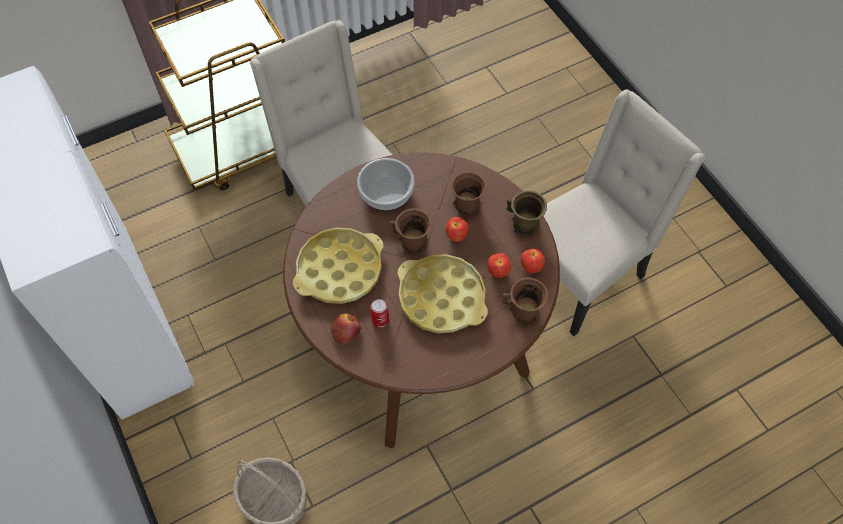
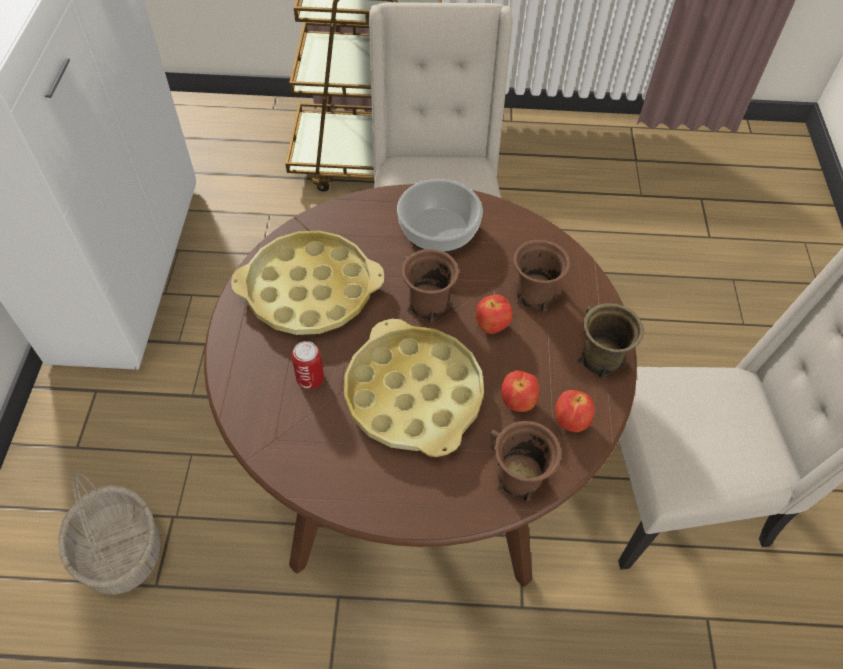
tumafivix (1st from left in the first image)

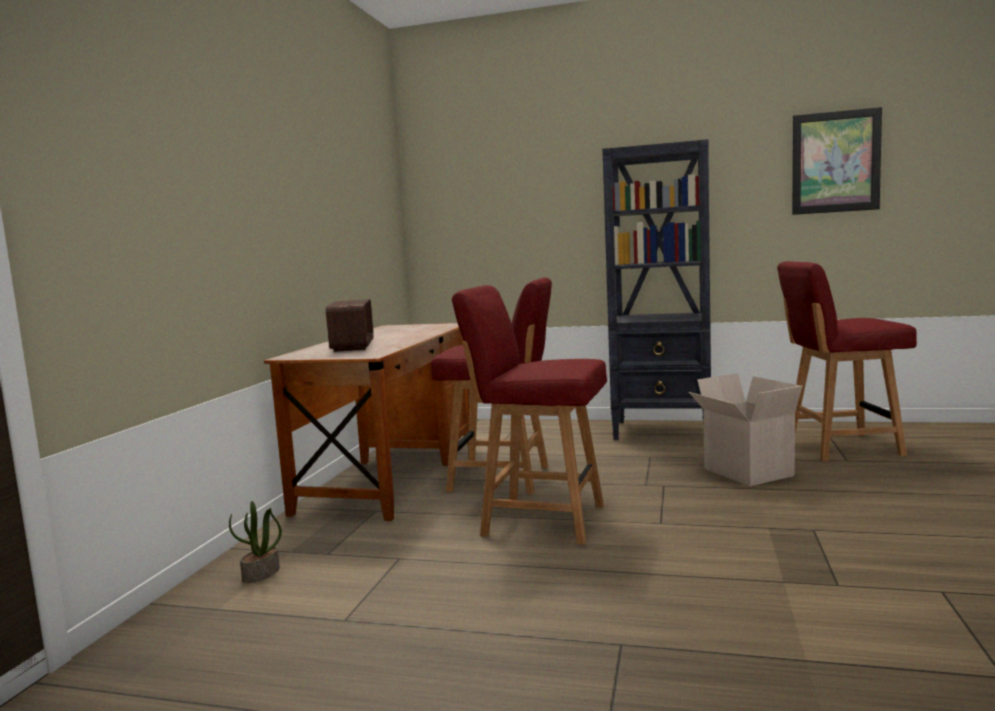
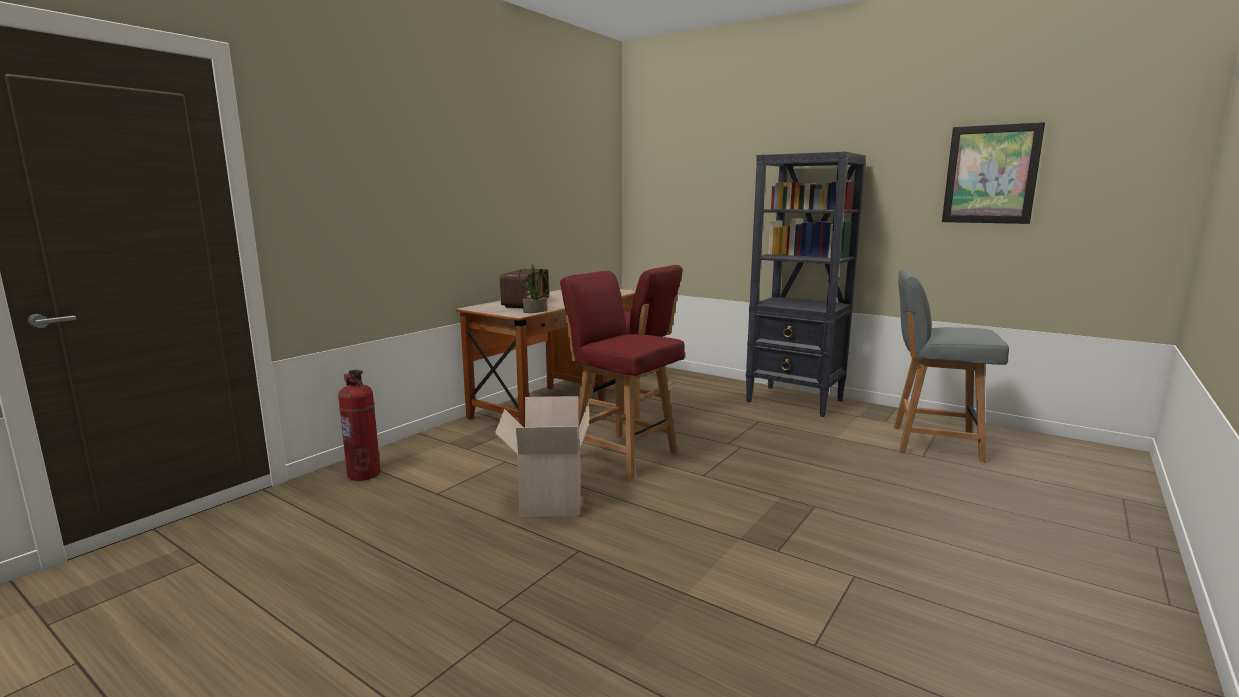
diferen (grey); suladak; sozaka; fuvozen

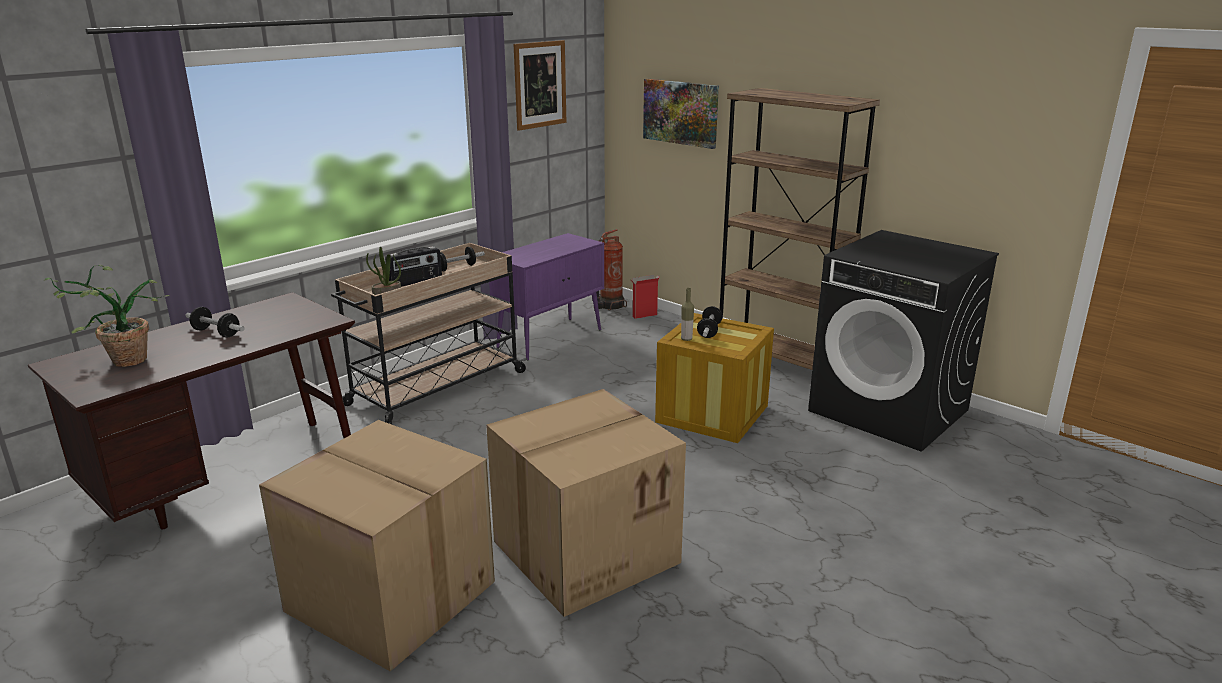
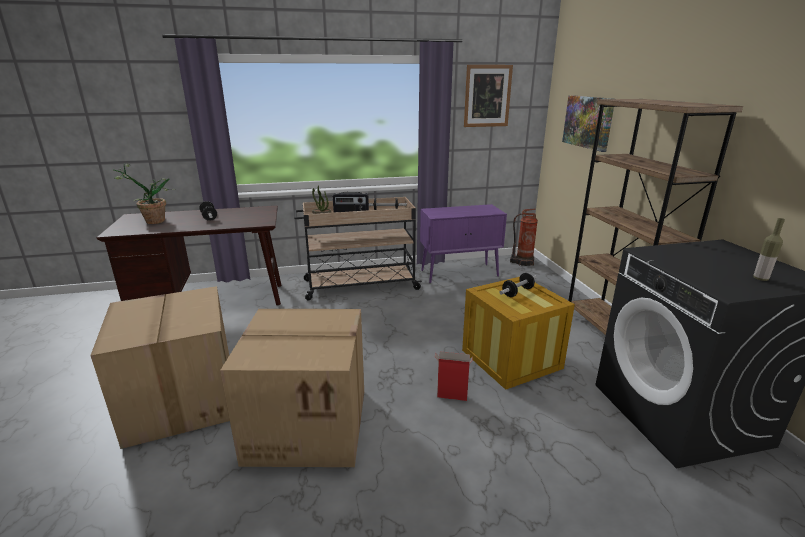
suladak (3rd from left); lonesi

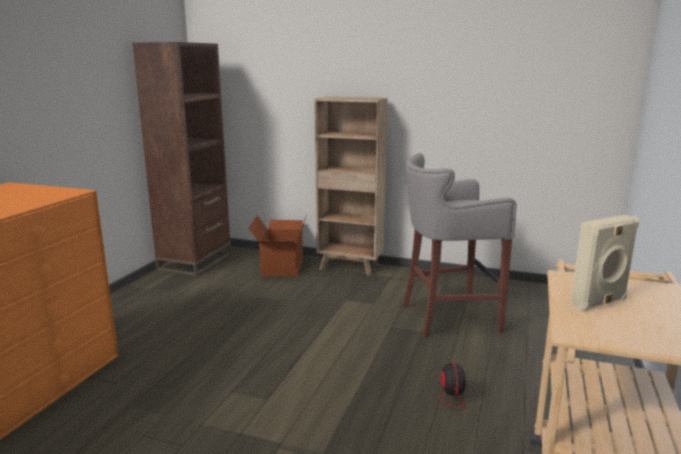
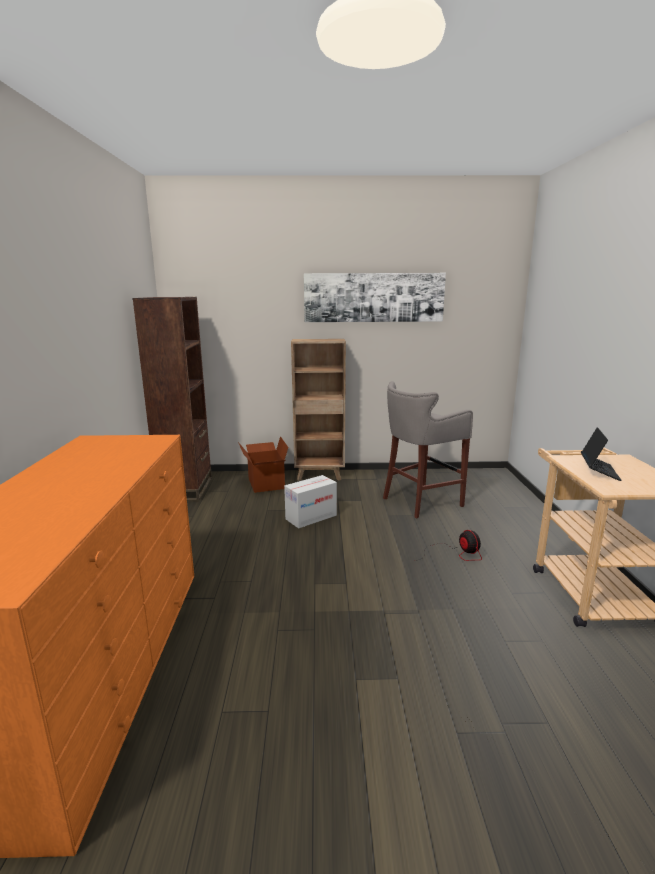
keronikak; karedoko; suladak (2nd from left)

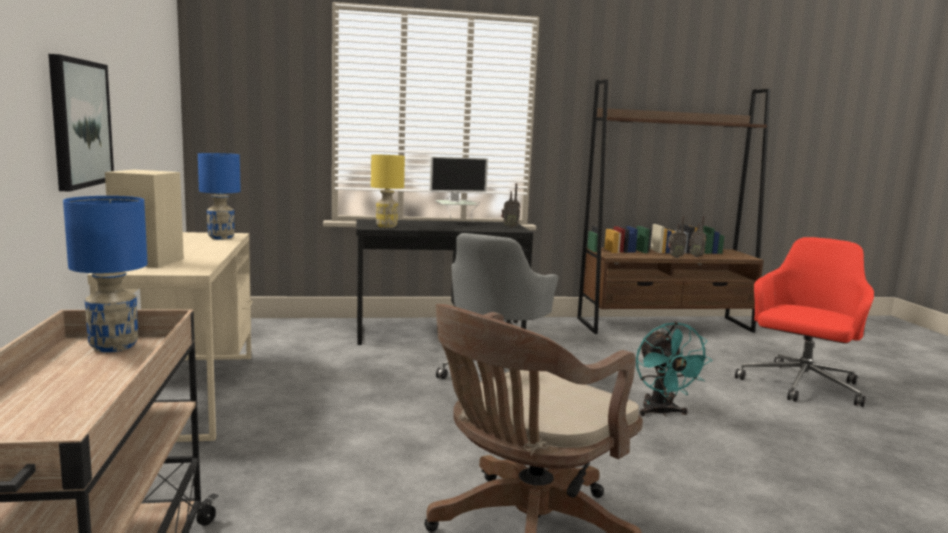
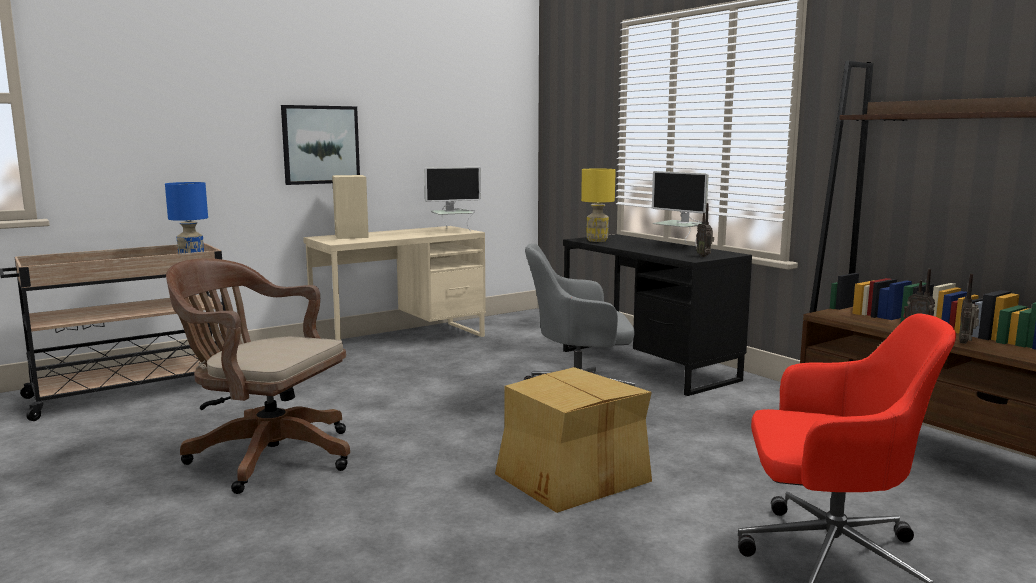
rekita (1st from left); suladak

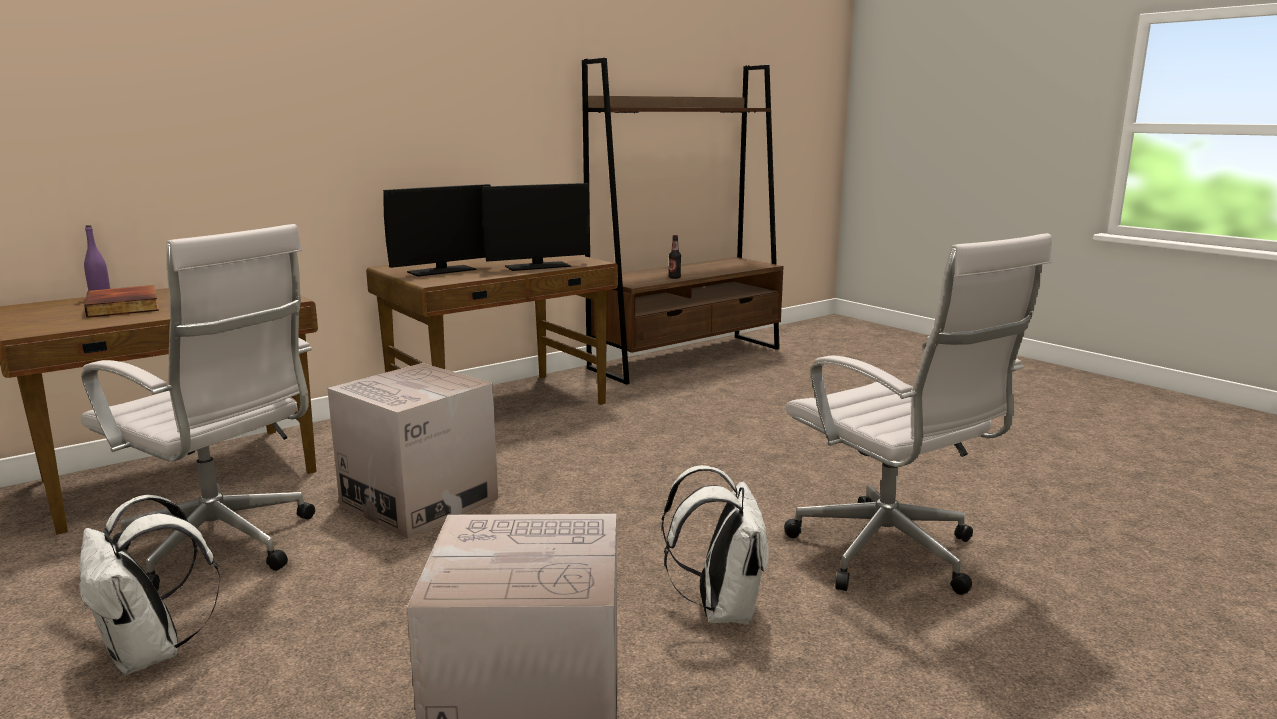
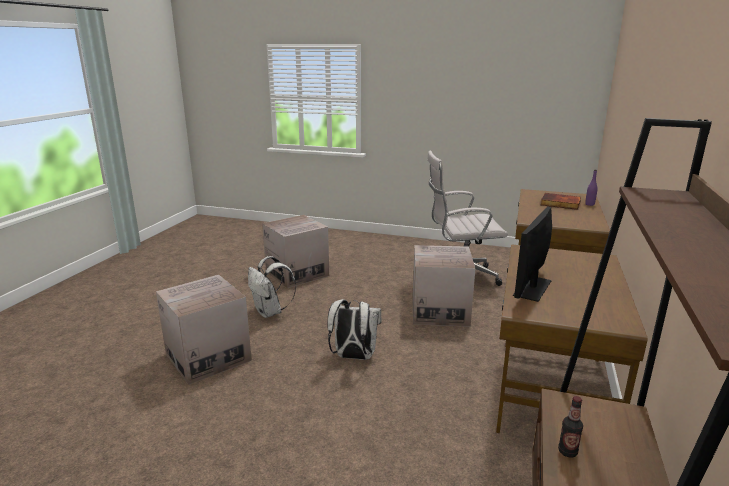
rekita (1st from left in the first image); suladak (1st from left); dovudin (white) (2nd from left)

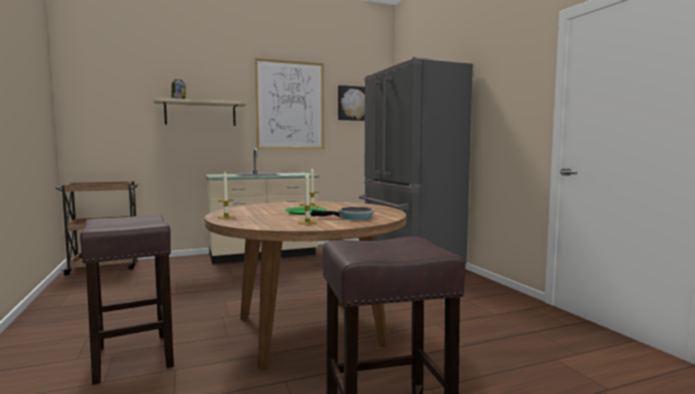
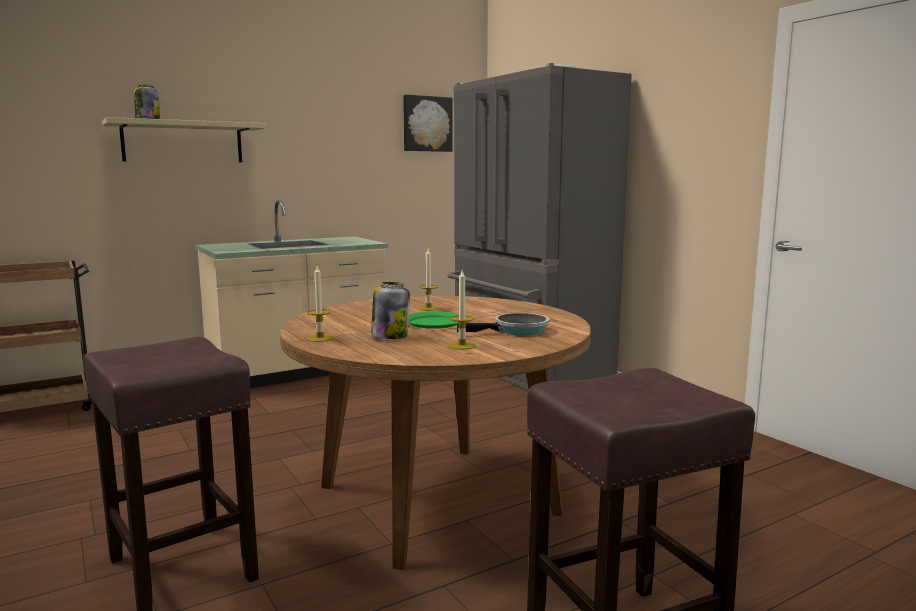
karedoko (1st from left in the first image); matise (2nd from left)

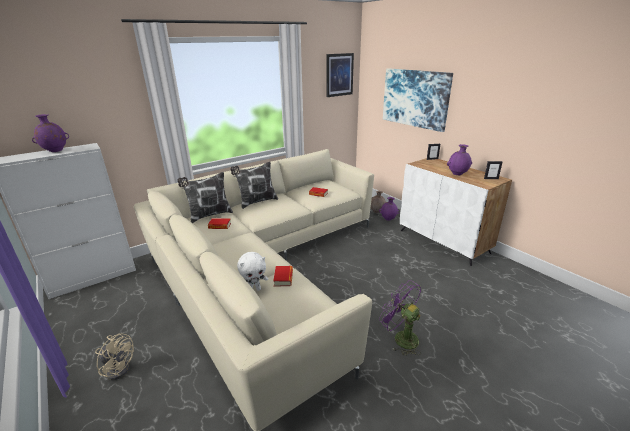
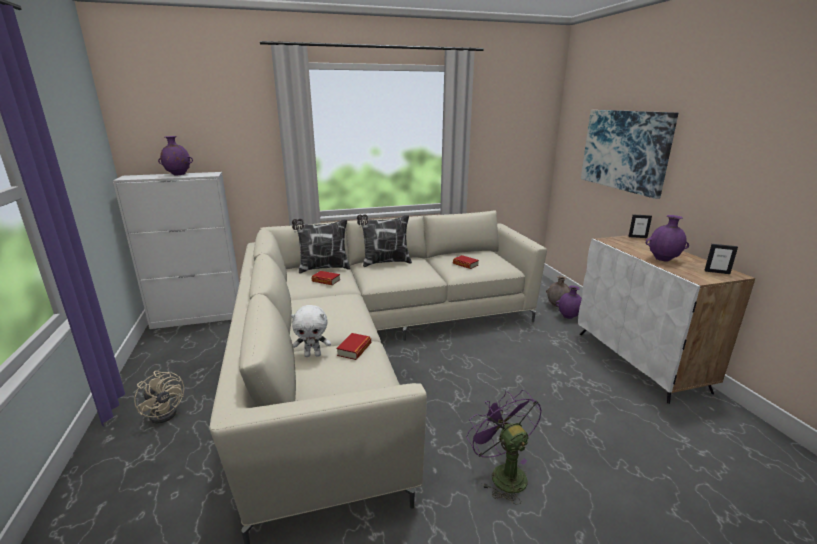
karedoko (1st from left in the first image)

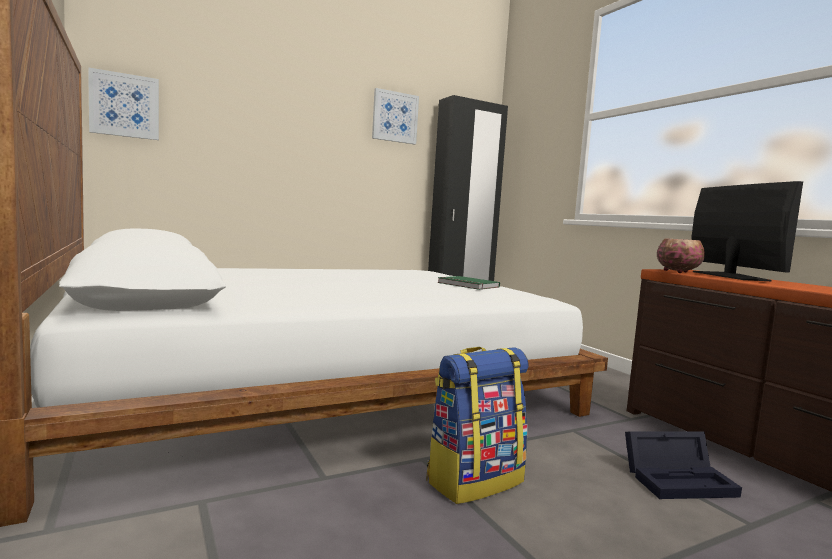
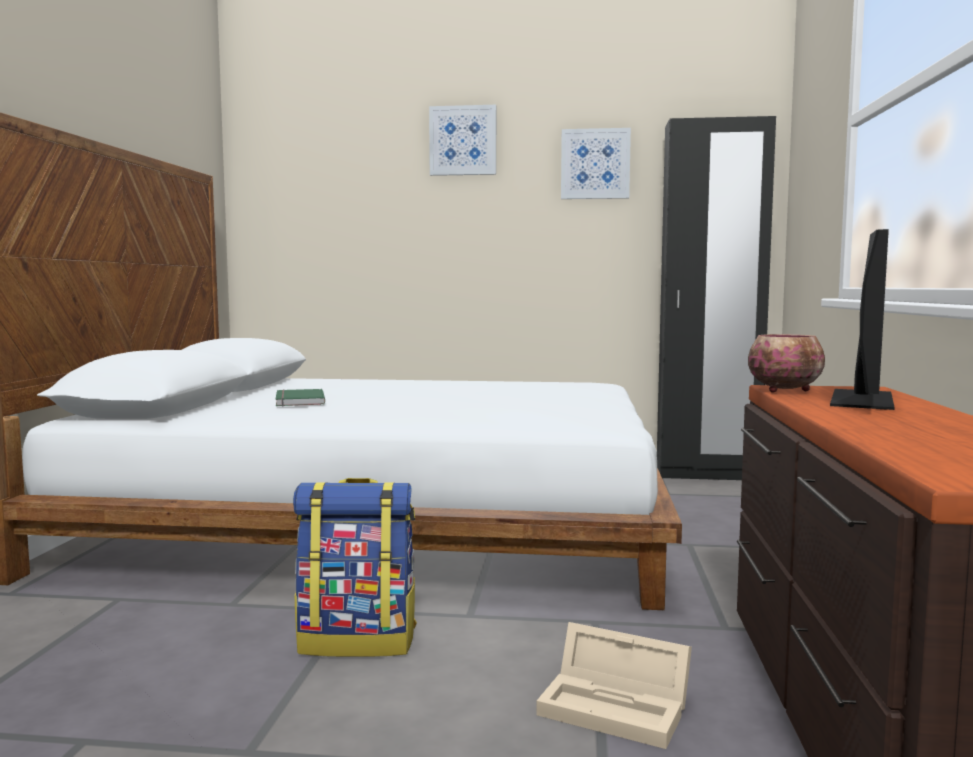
karedoko (1st from left); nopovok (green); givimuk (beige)

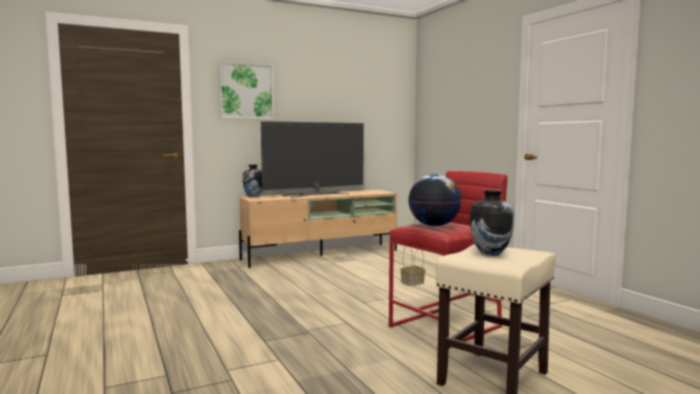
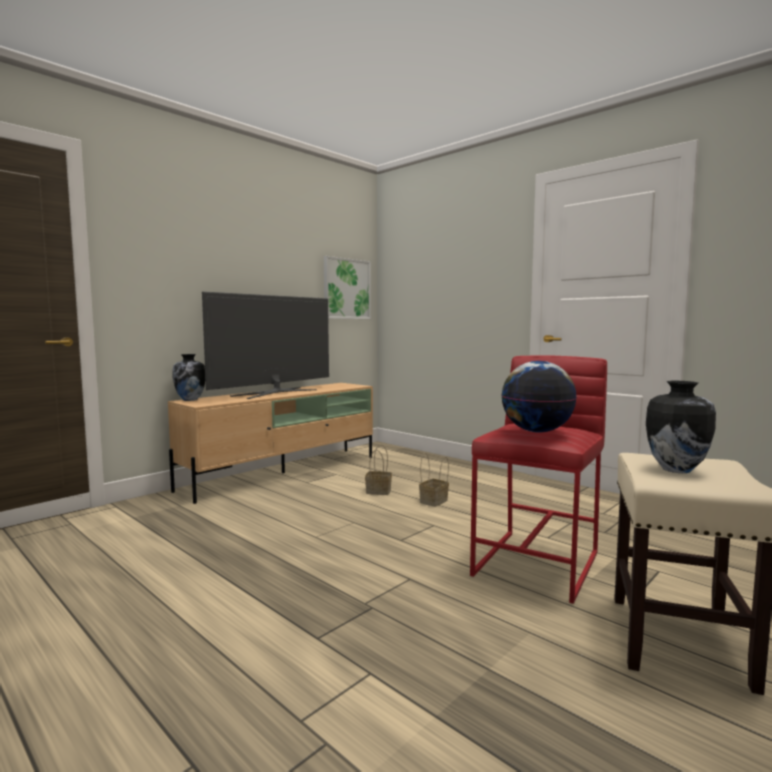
karedoko; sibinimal (1st from left)

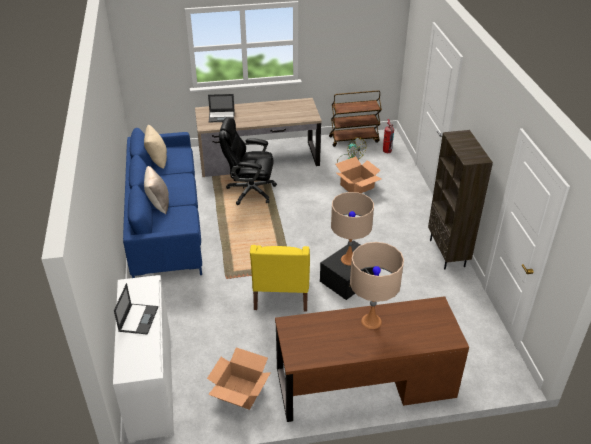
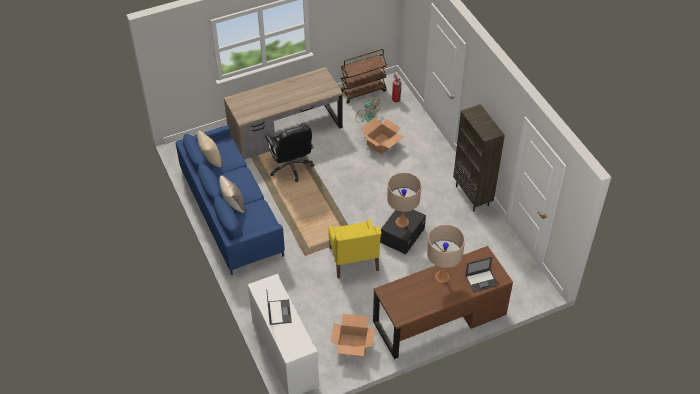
keronikak (2nd from left); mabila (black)

